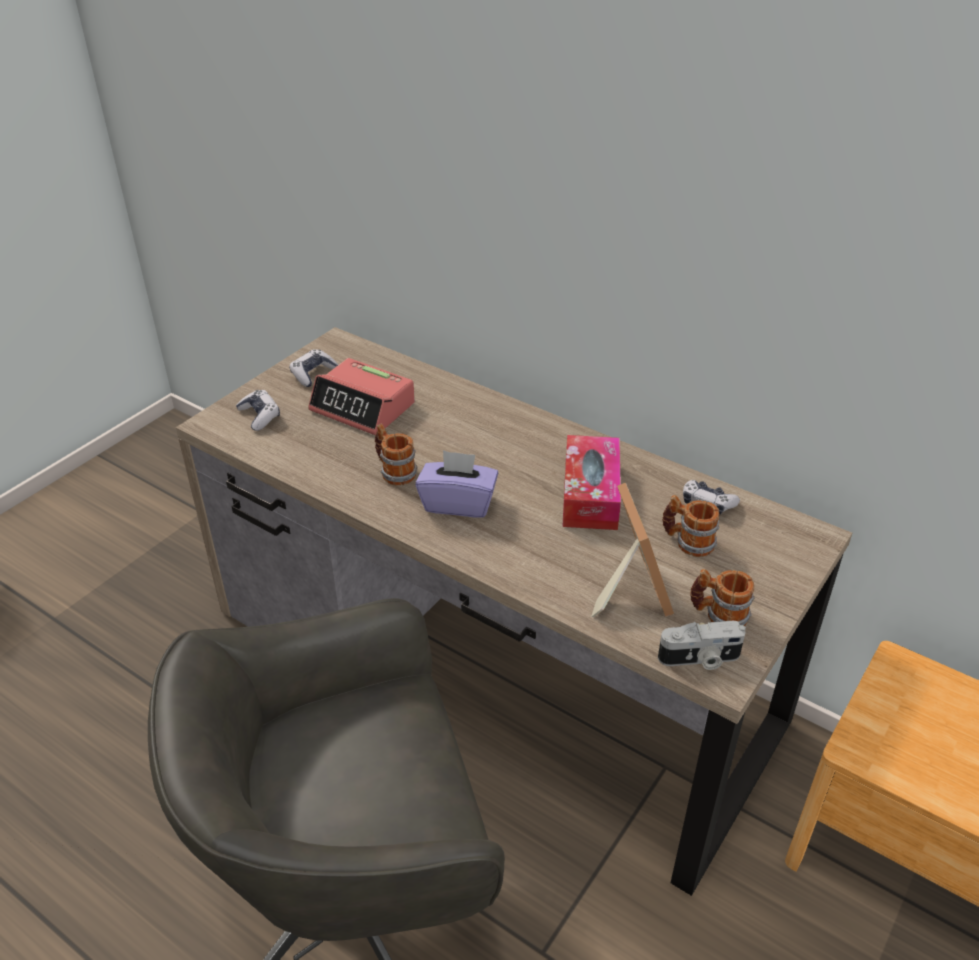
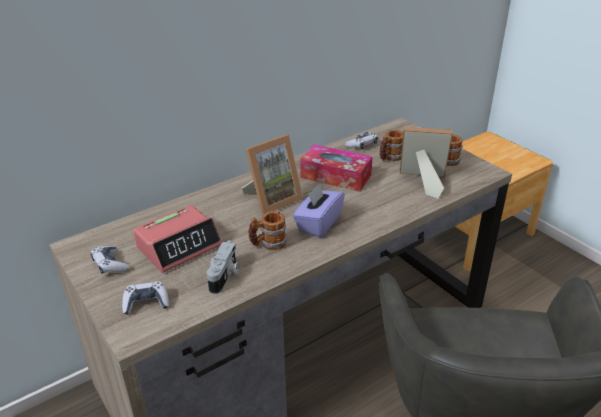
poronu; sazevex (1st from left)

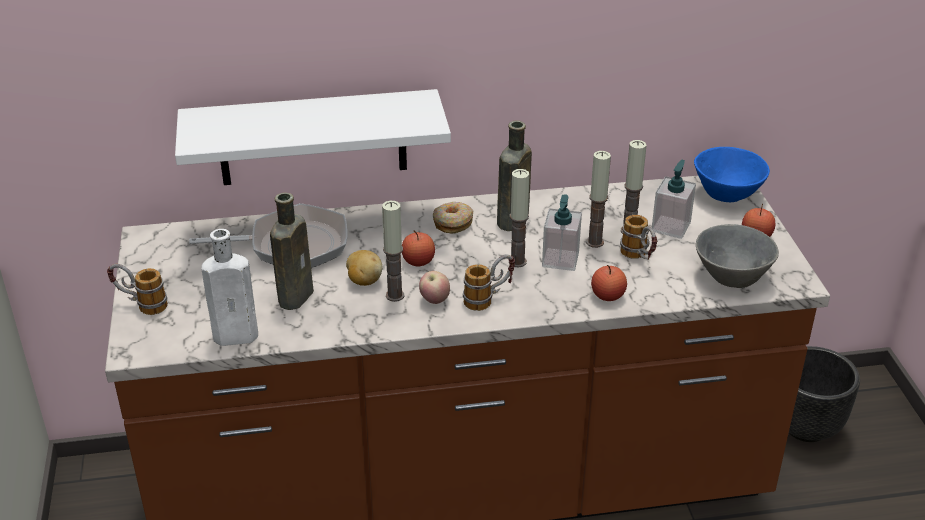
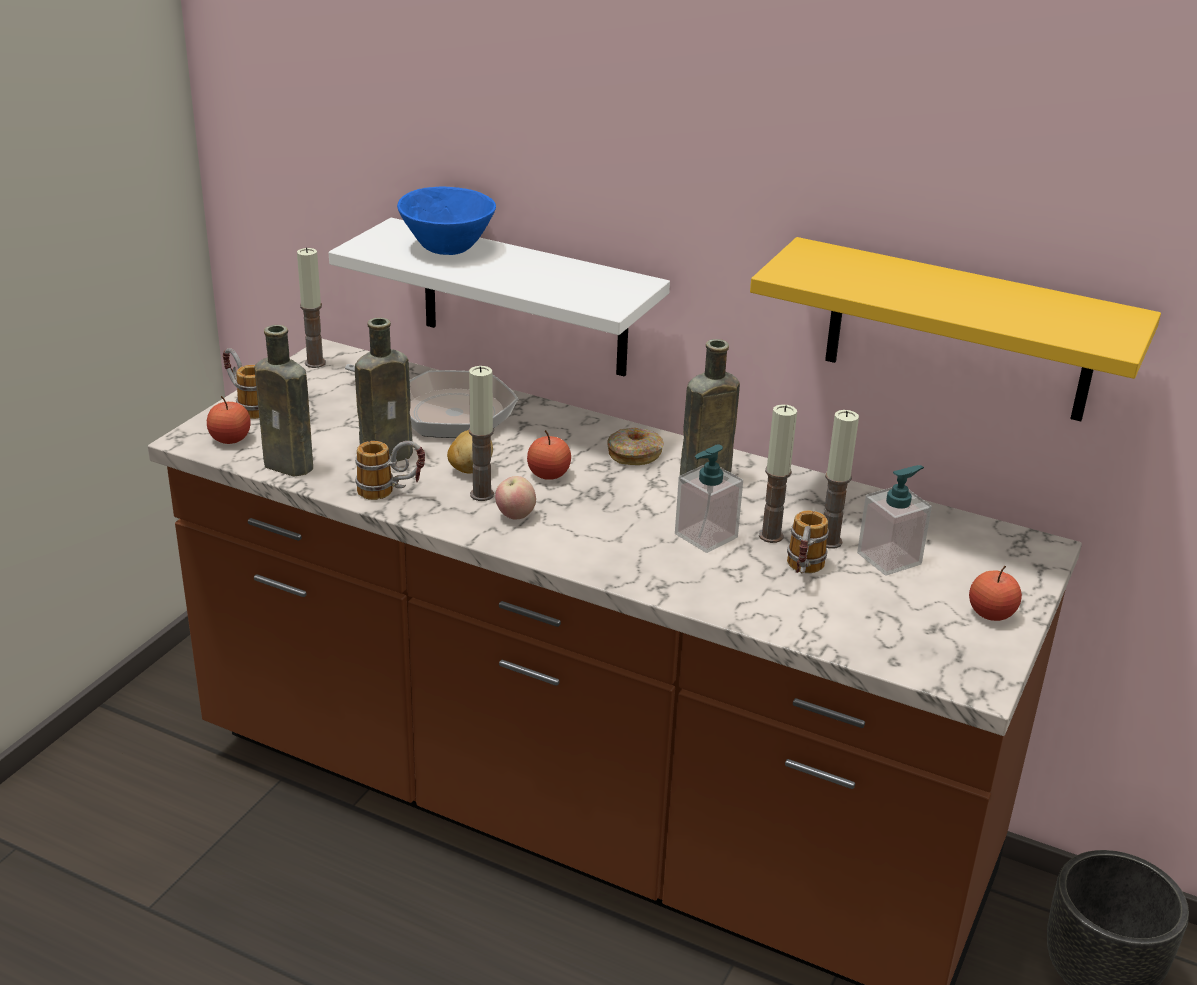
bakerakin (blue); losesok (1st from left); bakerakin (grey); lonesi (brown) (1st from left); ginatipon (2nd from left); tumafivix (1st from left); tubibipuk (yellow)

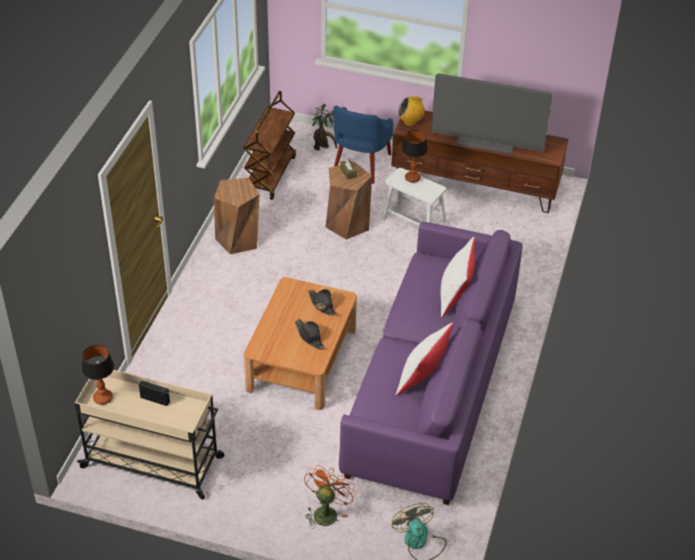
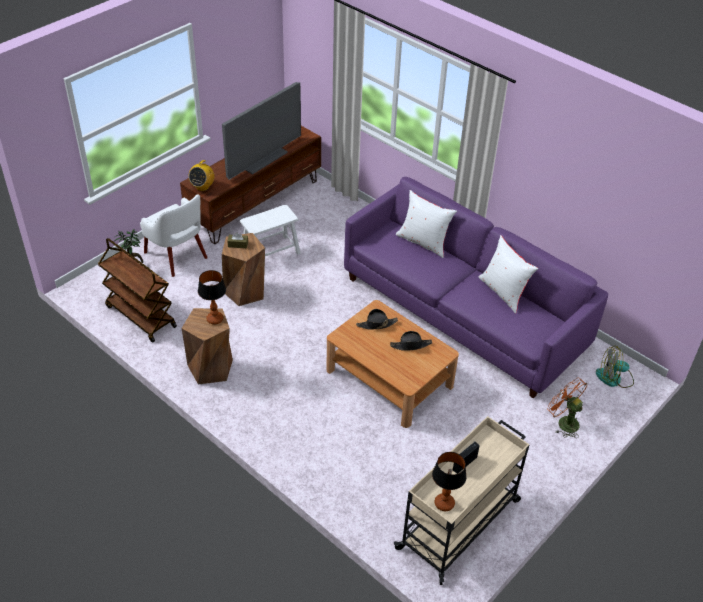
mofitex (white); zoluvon (1st from left)

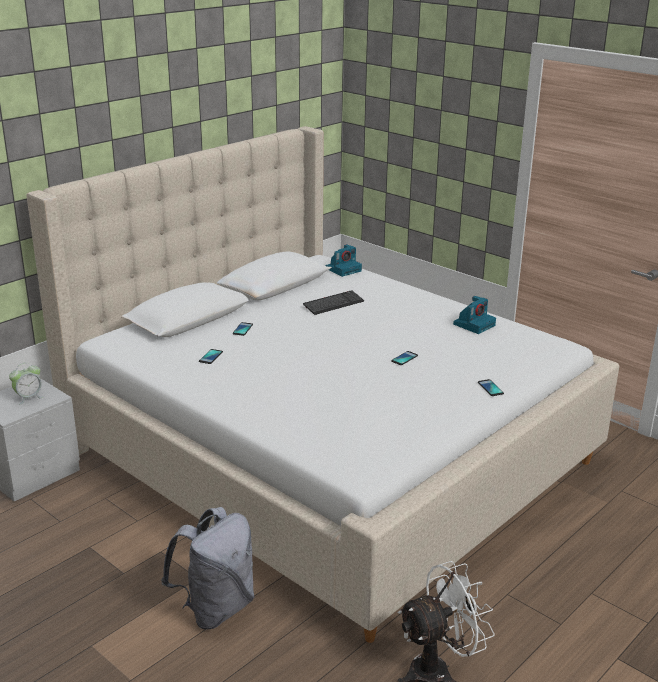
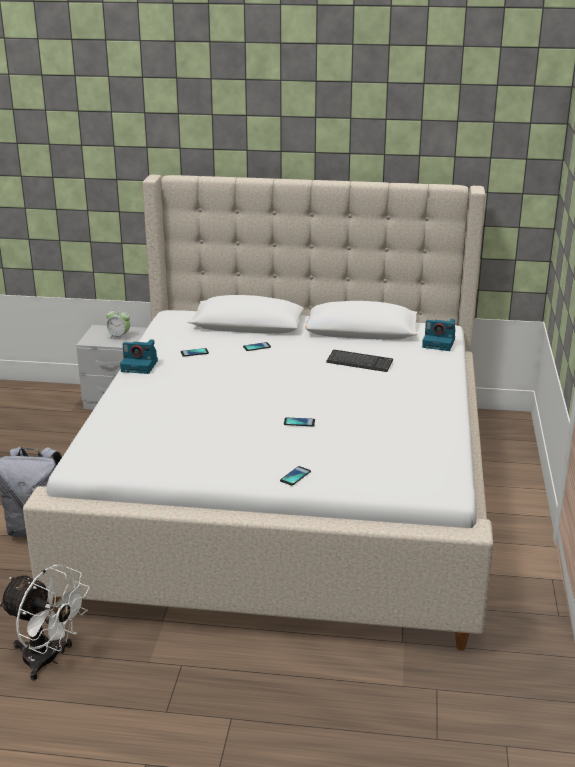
poronu (1st from left)

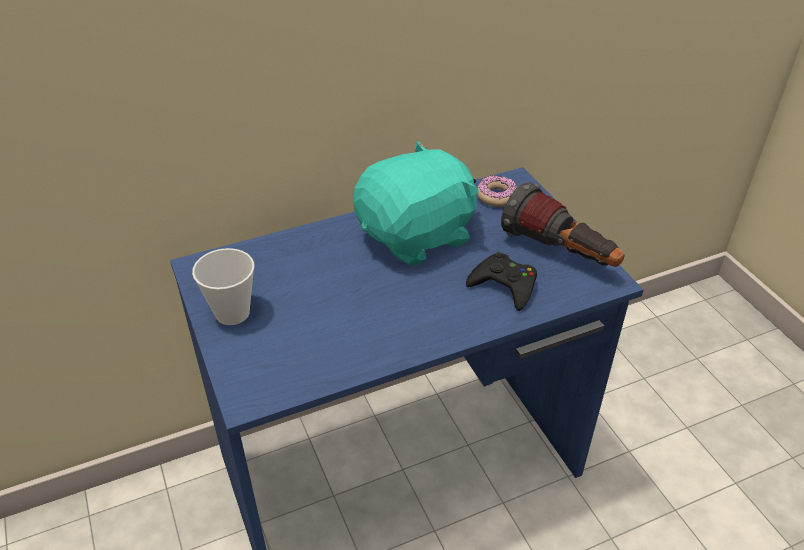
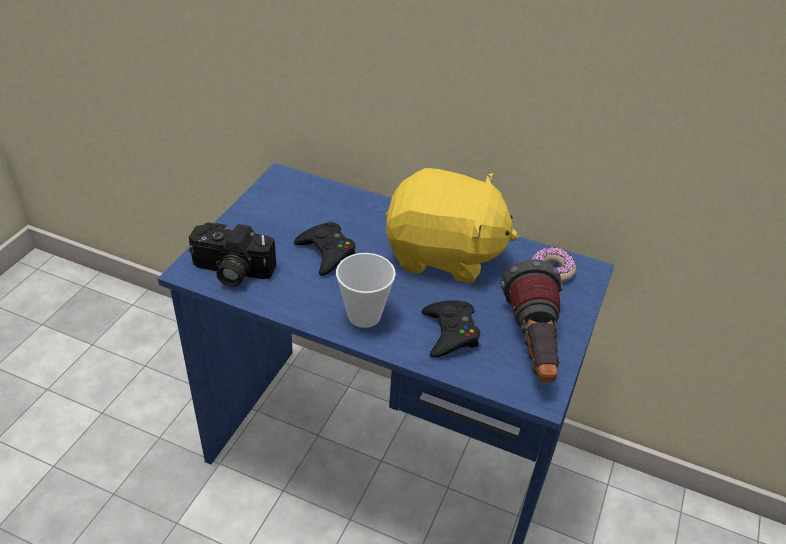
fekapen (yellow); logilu; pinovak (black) (1st from left); poronu

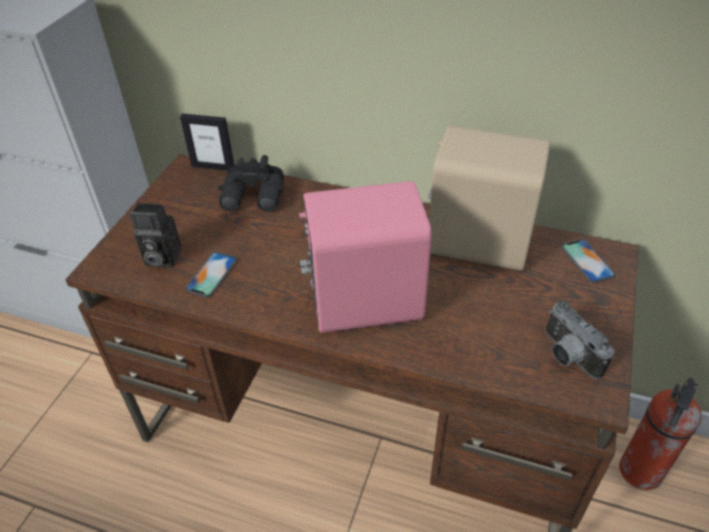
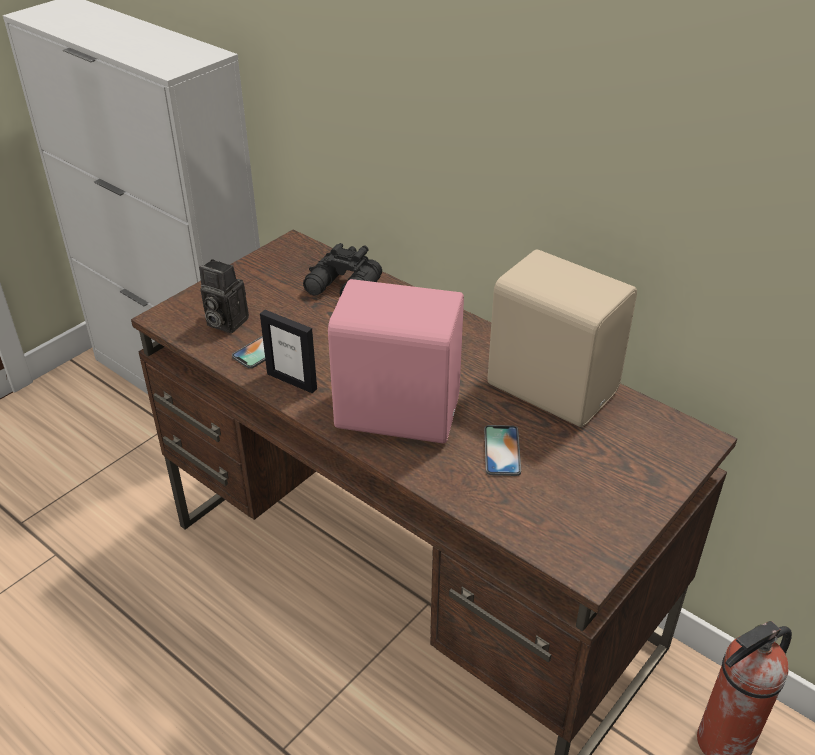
sazevex; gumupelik (2nd from left); poronu (2nd from left in the first image)

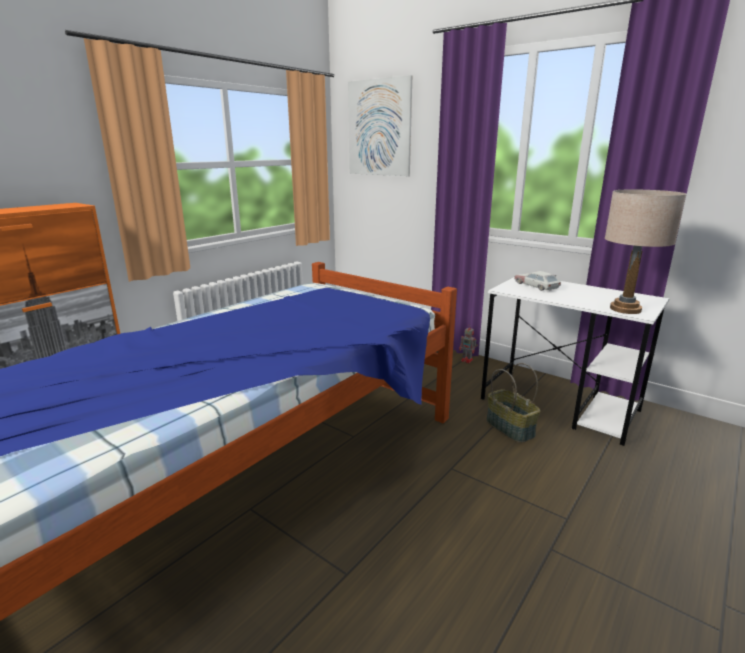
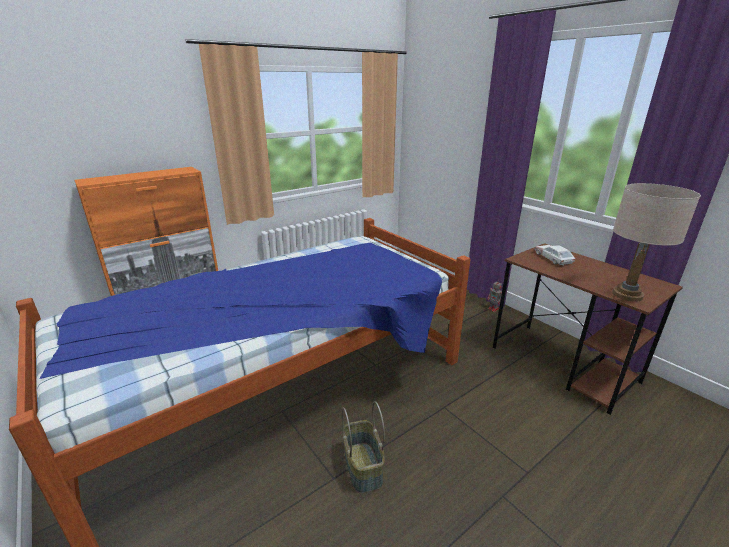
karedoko; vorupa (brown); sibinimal

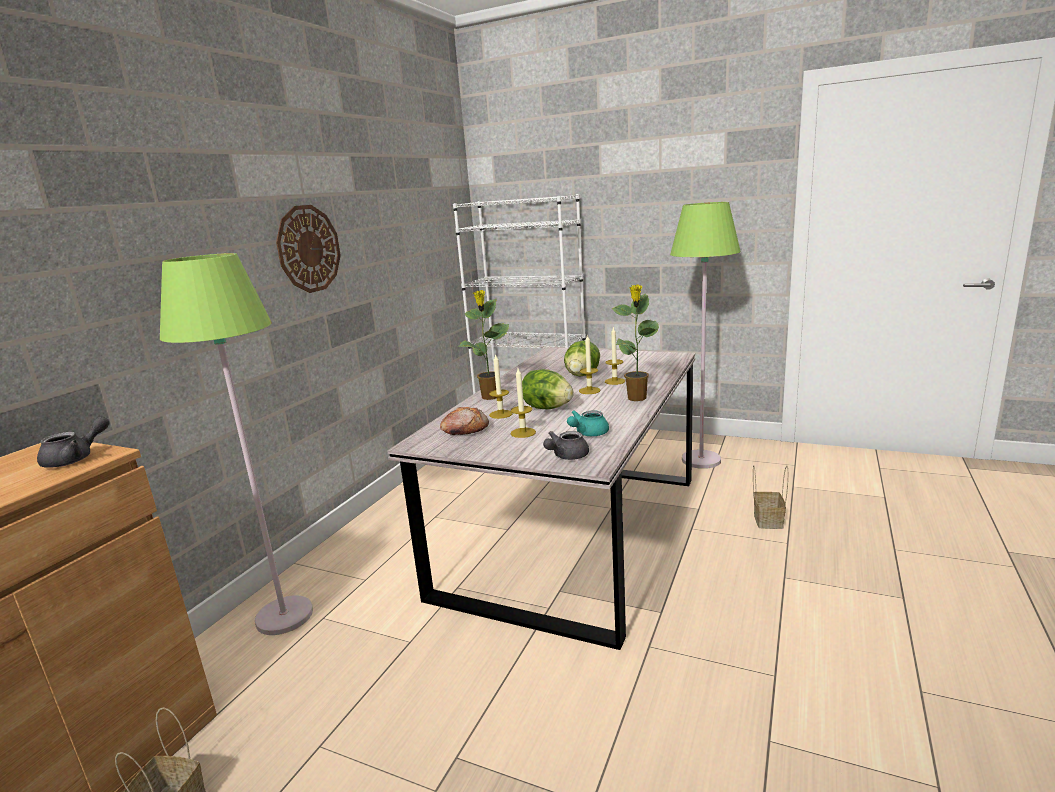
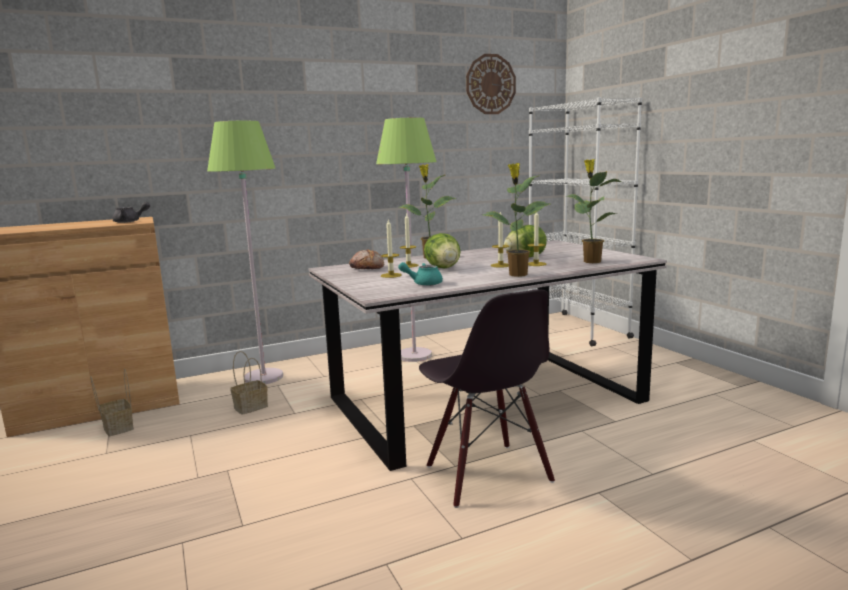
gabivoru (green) (2nd from left); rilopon; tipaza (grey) (2nd from left in the first image); sibinimal (2nd from left); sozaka (3rd from left); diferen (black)

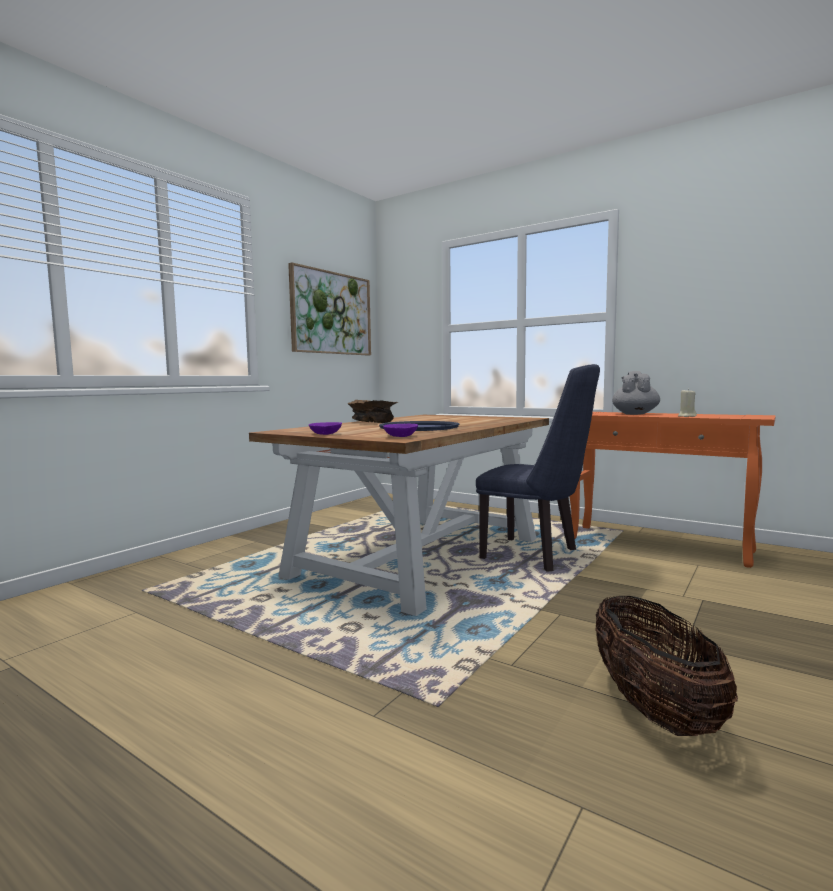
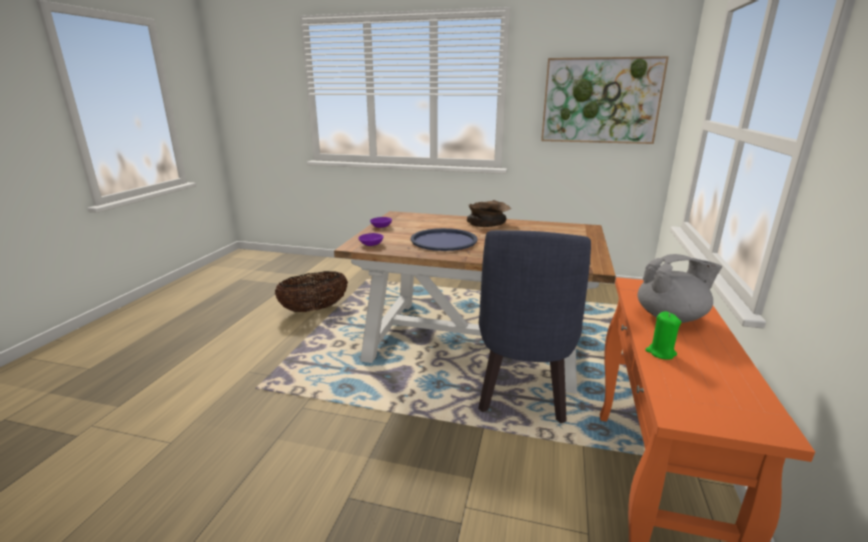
losesok (green); sibinimal

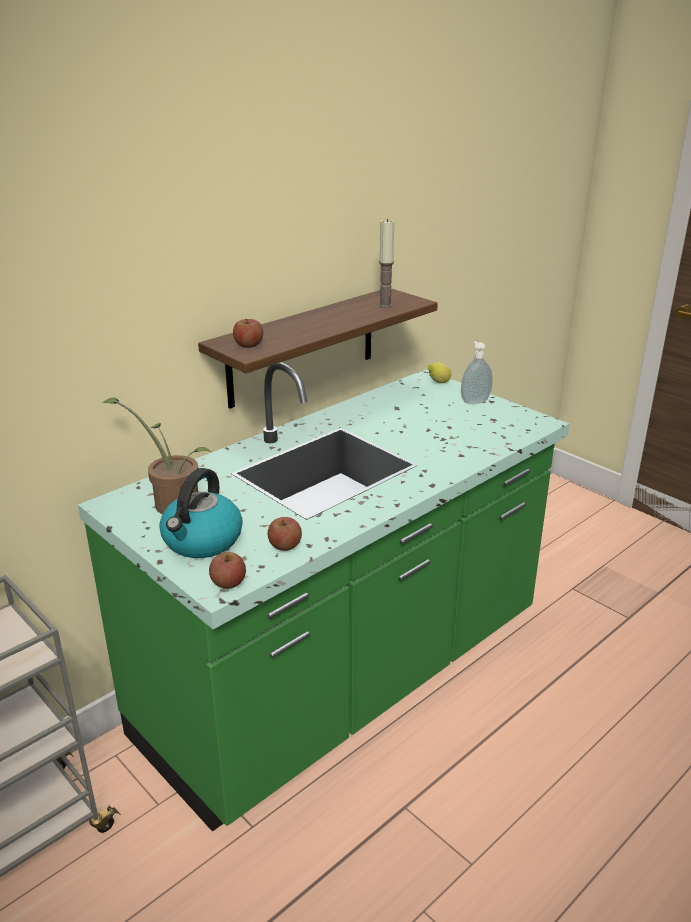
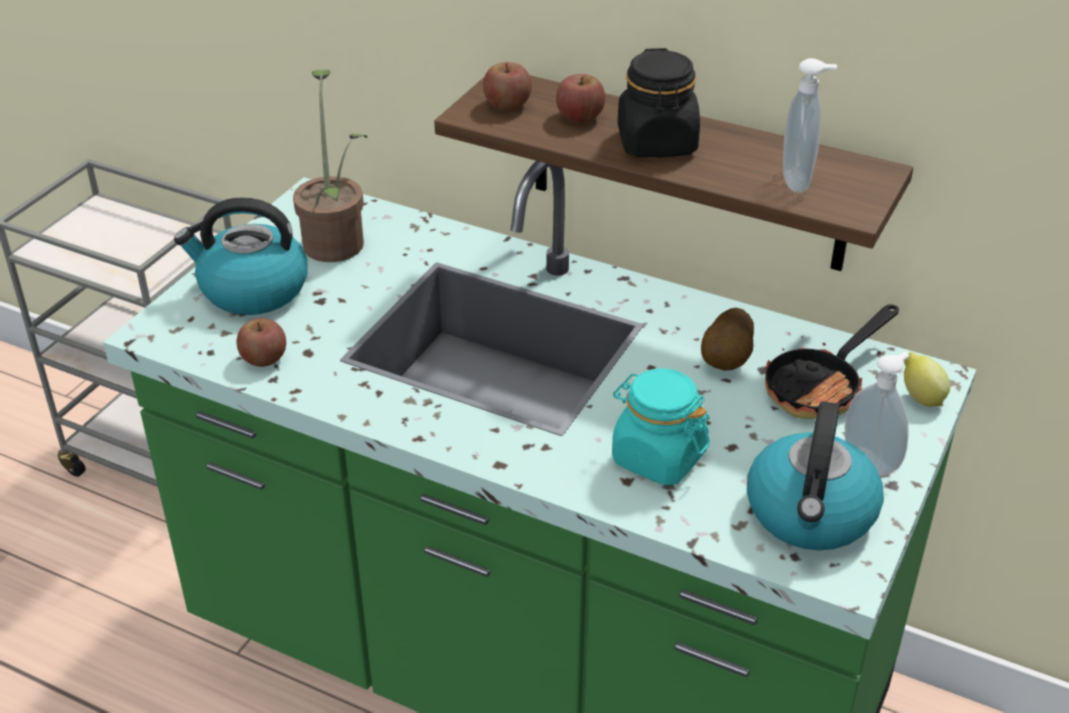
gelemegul (1st from left); tumafivix (3rd from left); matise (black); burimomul; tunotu; matise (turquoise); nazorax (2nd from left)

